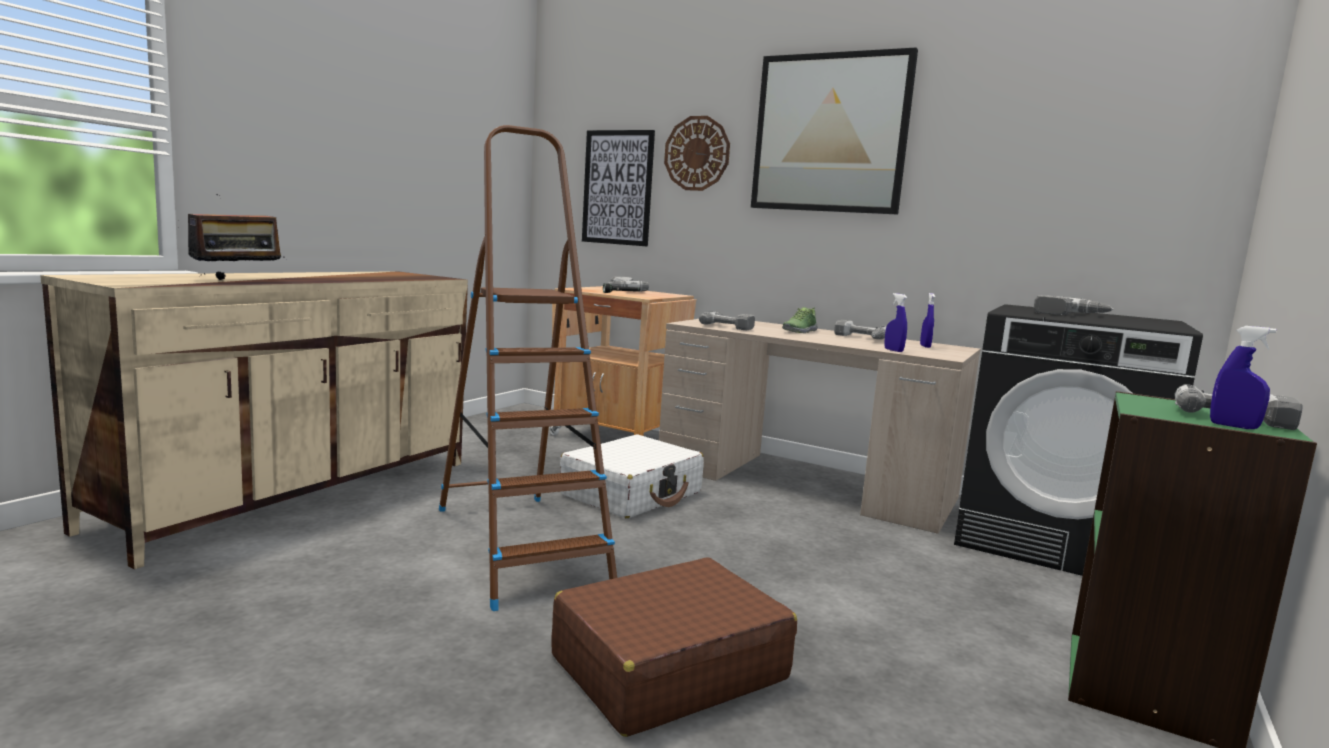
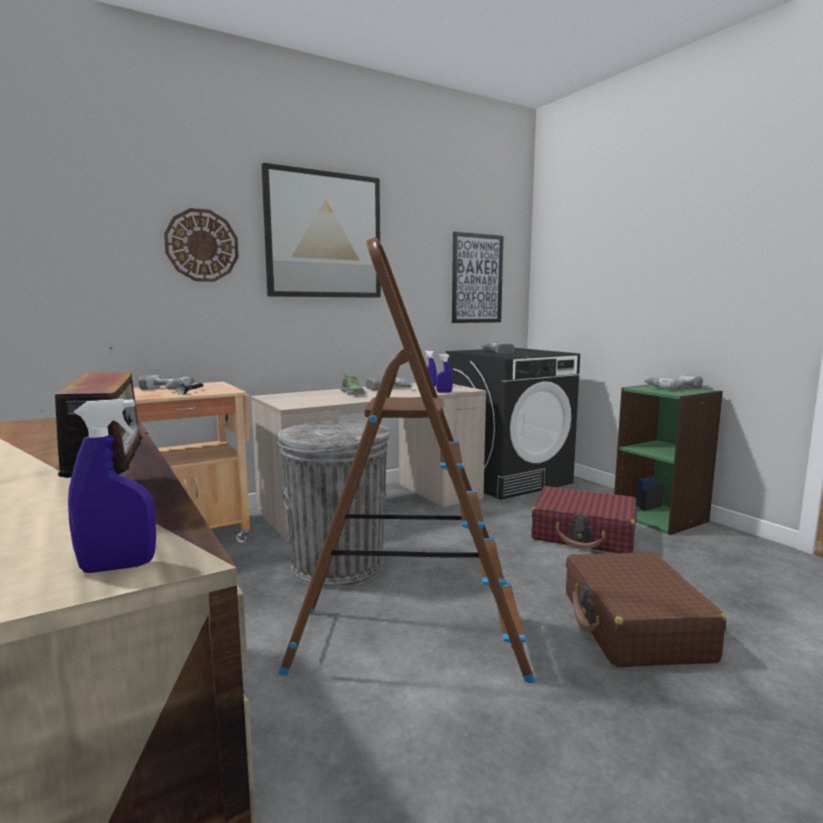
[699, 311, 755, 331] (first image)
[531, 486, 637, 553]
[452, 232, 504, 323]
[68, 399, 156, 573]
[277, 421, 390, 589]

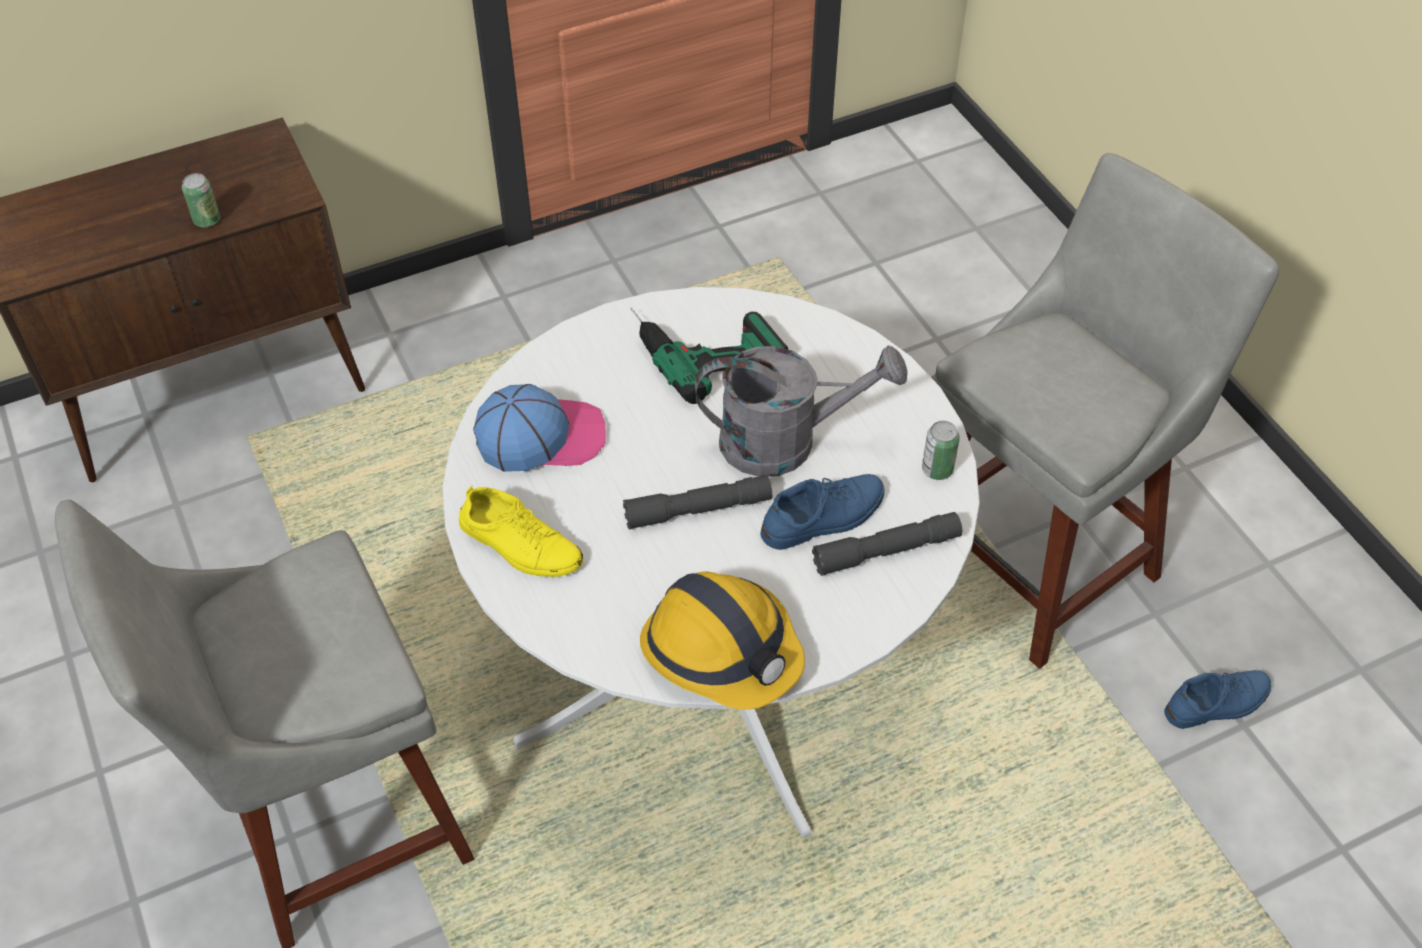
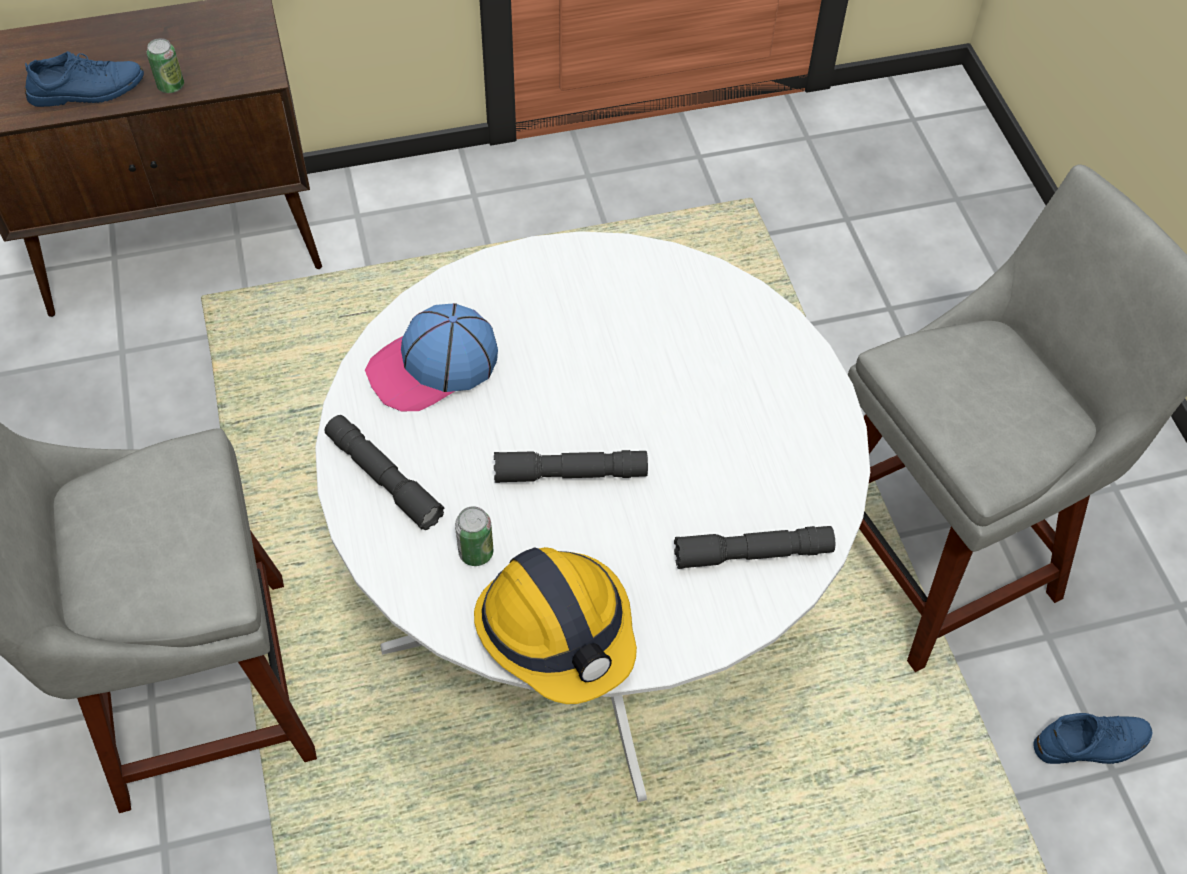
[630, 308, 788, 404] (first image)
[695, 346, 907, 477] (first image)
[25, 51, 144, 107]
[455, 506, 493, 566]
[325, 415, 445, 530]
[365, 303, 498, 411]

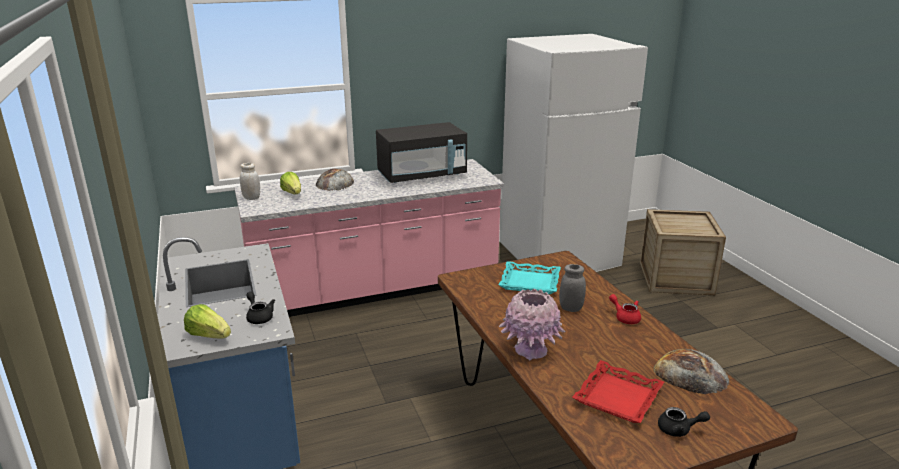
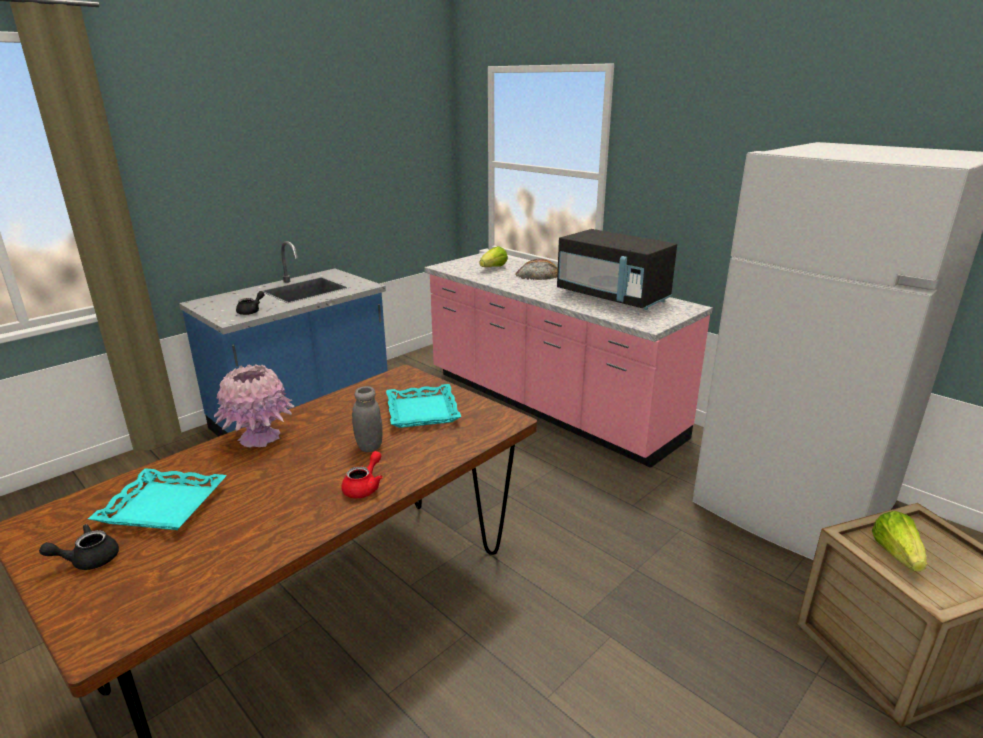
[240, 163, 260, 200] (first image)
[653, 349, 729, 394] (first image)
[872, 511, 927, 572]
[88, 468, 227, 530]
[39, 524, 119, 570]

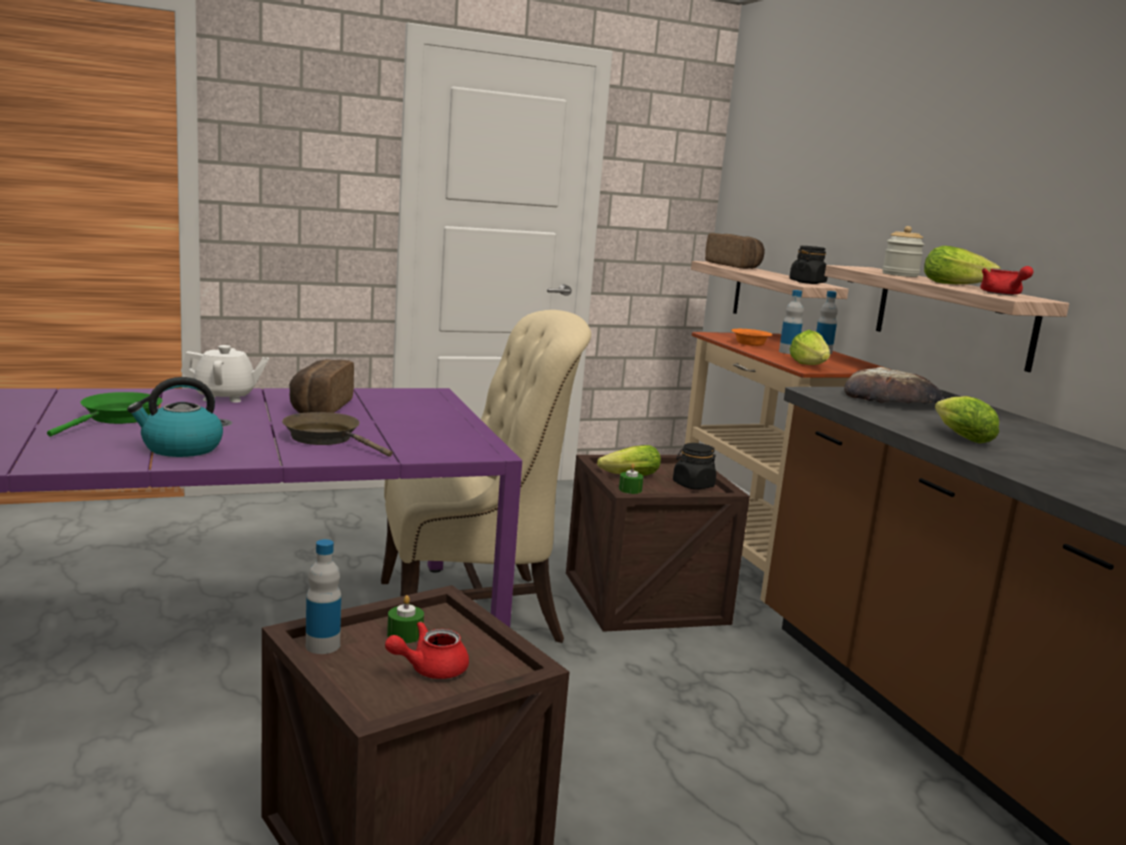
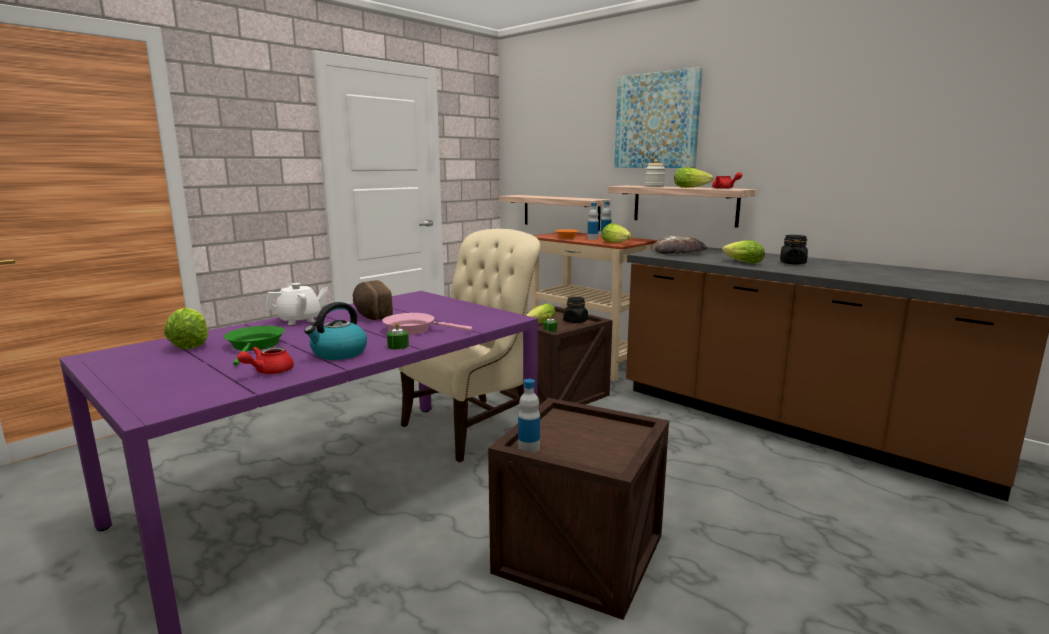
[705, 233, 765, 269] (first image)
[164, 308, 209, 349]
[614, 67, 703, 168]
[237, 347, 294, 374]
[387, 322, 409, 350]
[780, 235, 808, 264]
[382, 313, 472, 335]

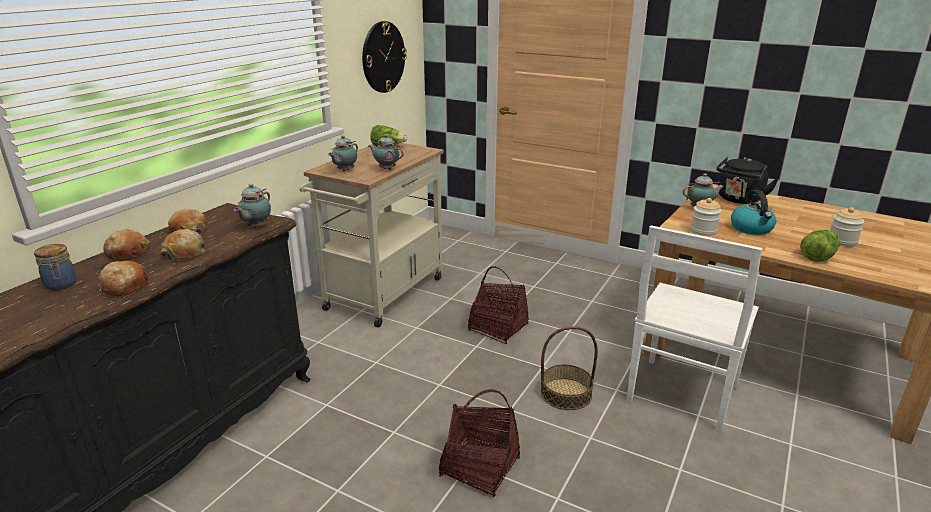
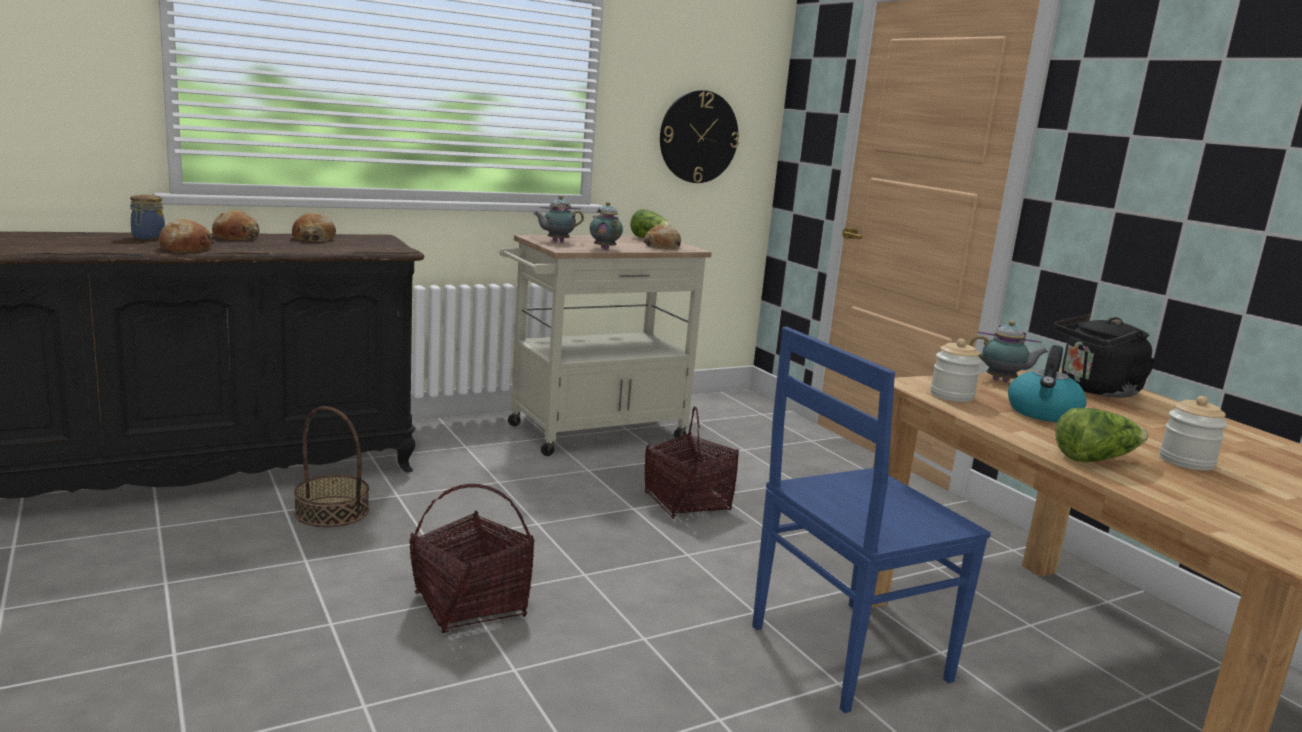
[234, 184, 271, 228] (first image)
[643, 225, 681, 249]
[294, 406, 369, 527]
[752, 326, 991, 713]

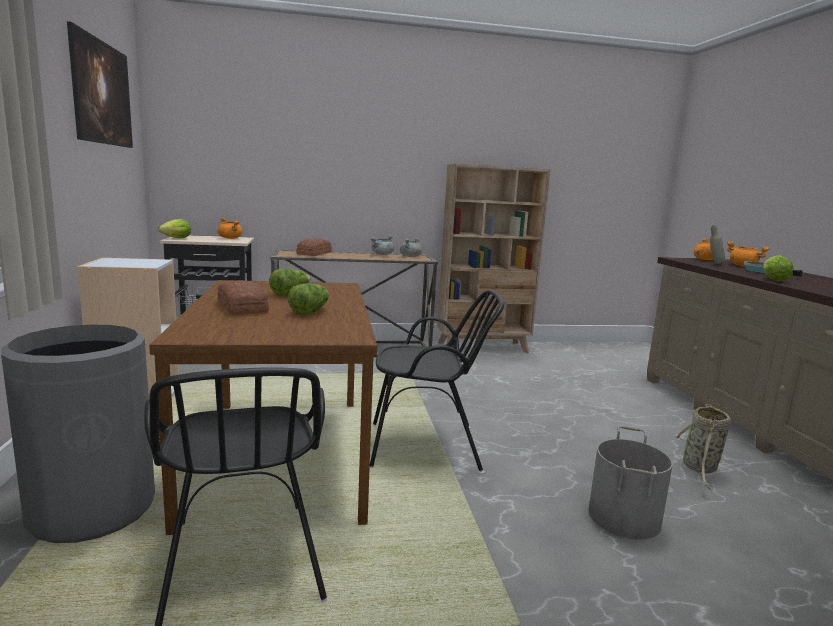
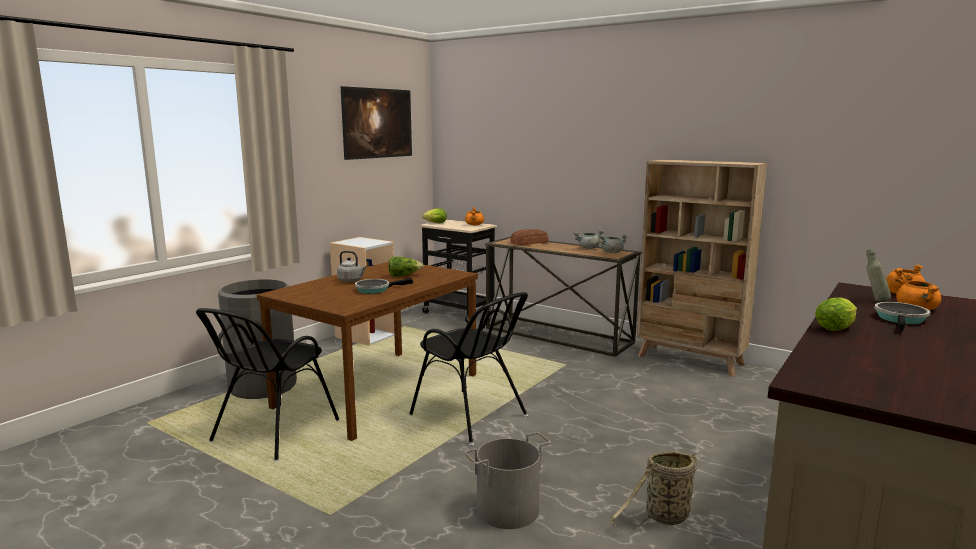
[337, 251, 367, 282]
[355, 278, 413, 294]

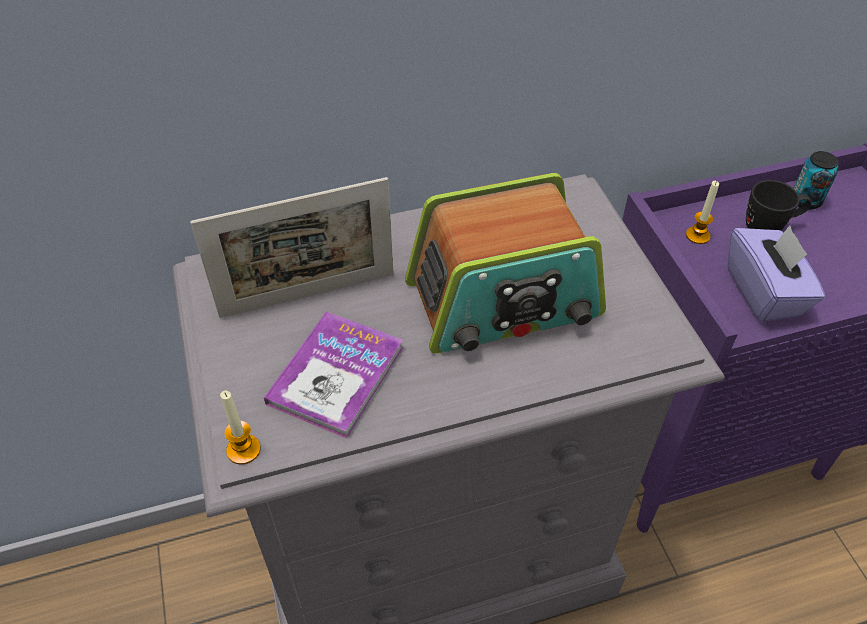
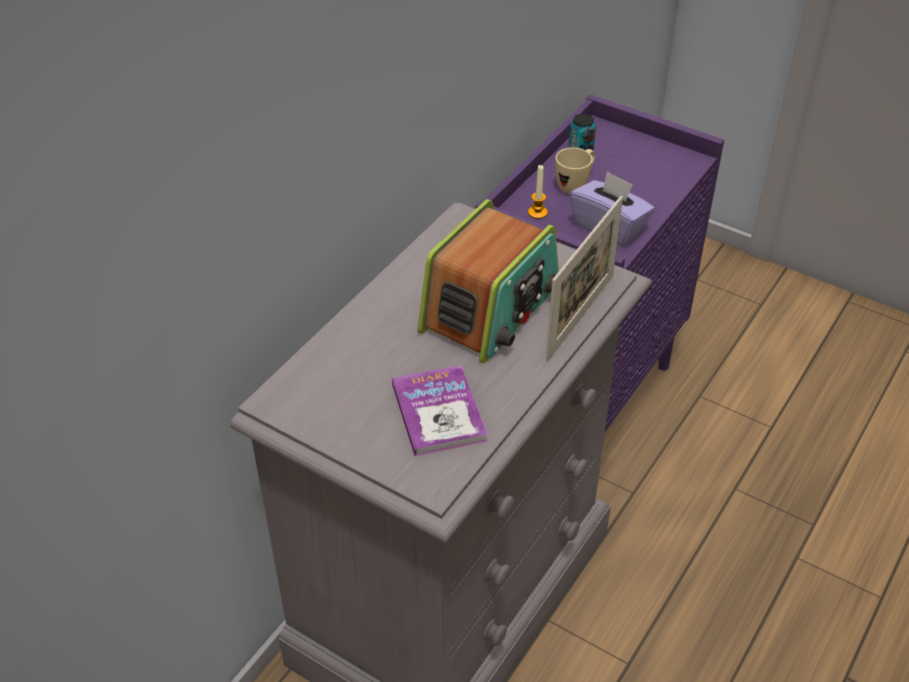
[220, 391, 261, 465] (first image)
[546, 196, 623, 361]
[555, 147, 595, 193]

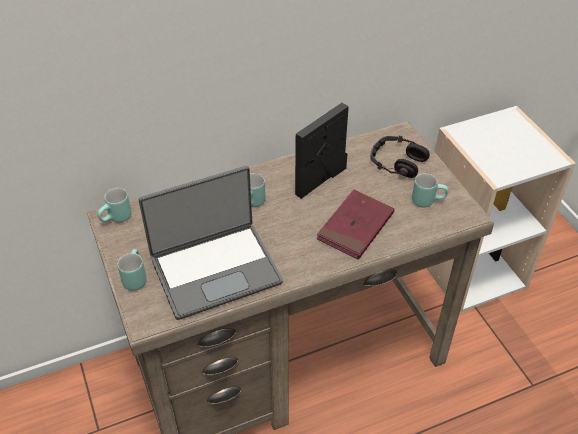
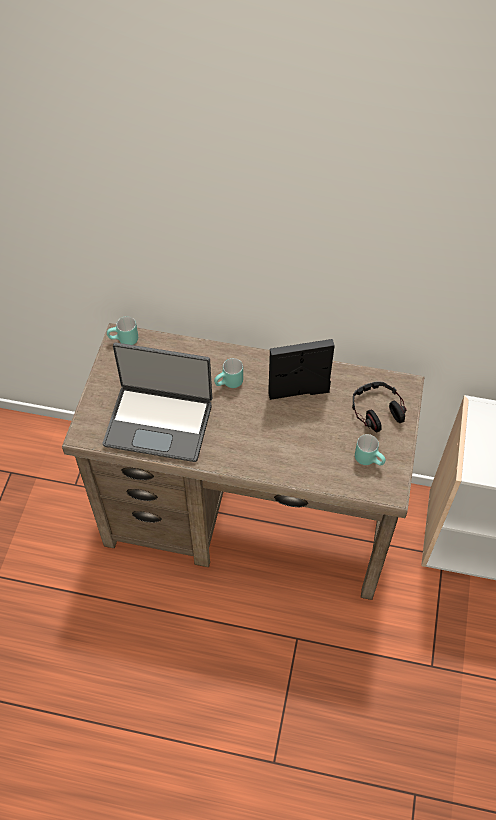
[118, 249, 147, 291] (first image)
[317, 190, 395, 260] (first image)

